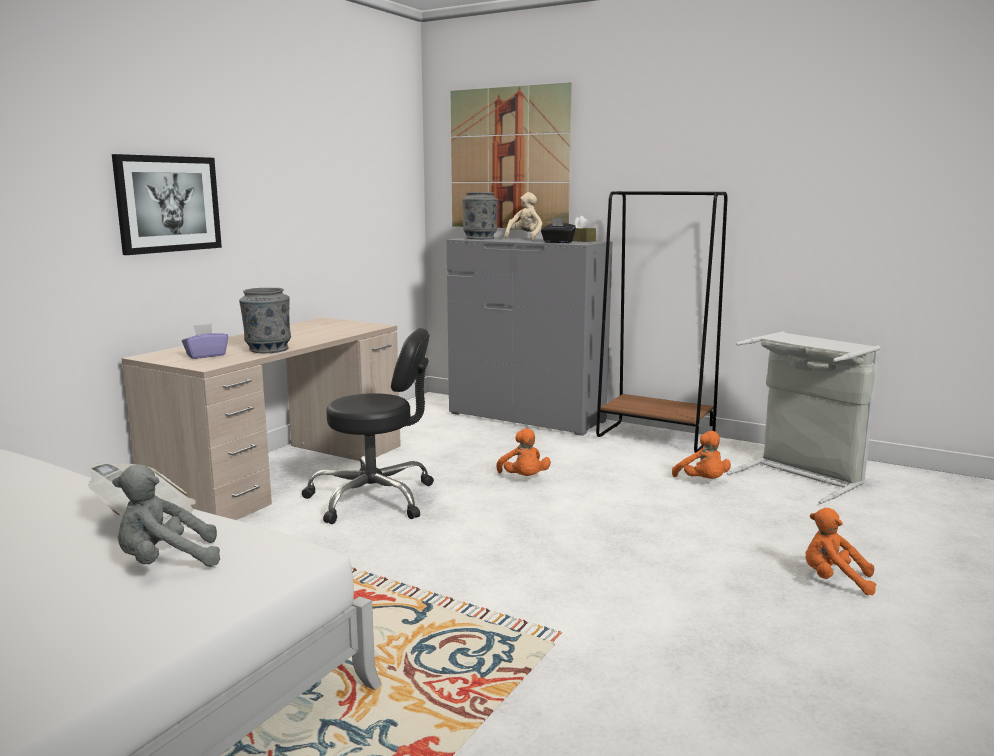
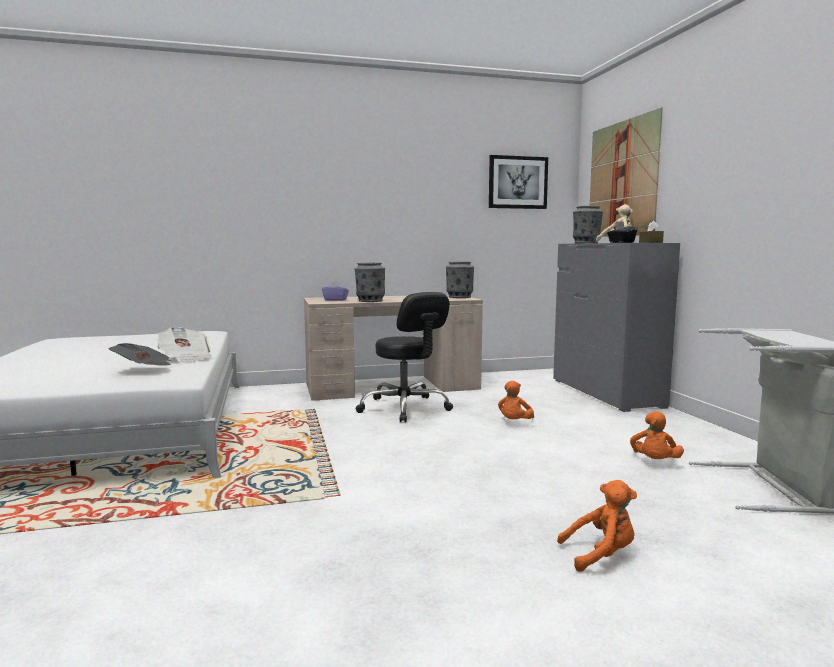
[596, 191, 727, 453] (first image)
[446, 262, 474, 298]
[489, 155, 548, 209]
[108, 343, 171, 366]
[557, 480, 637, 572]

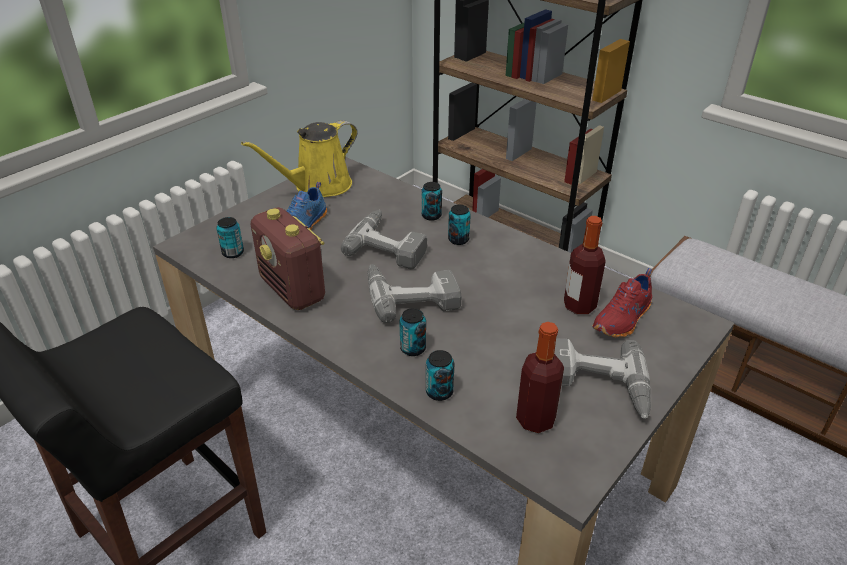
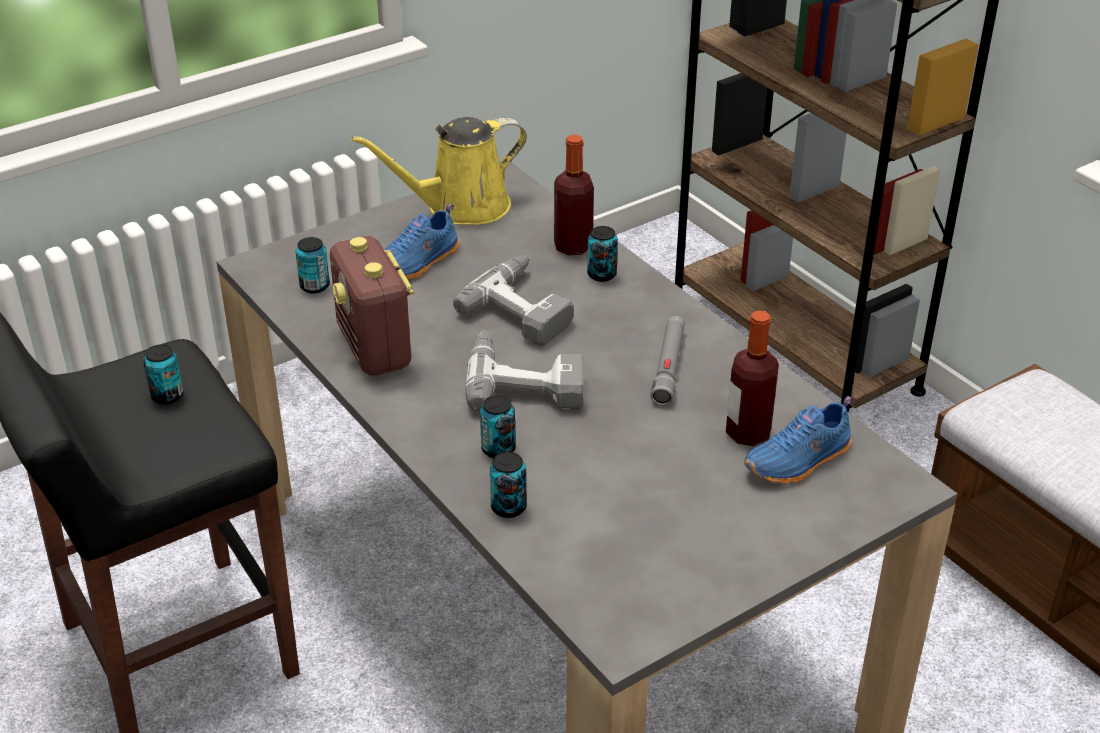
[554, 338, 651, 418] (first image)
[650, 316, 685, 406]
[143, 344, 183, 405]
[554, 135, 594, 255]
[744, 396, 853, 484]

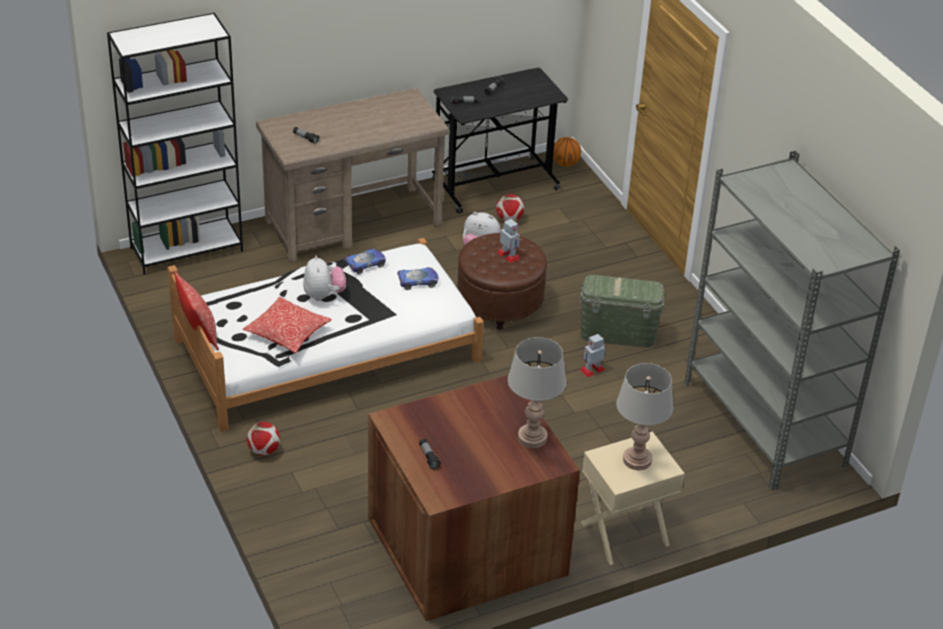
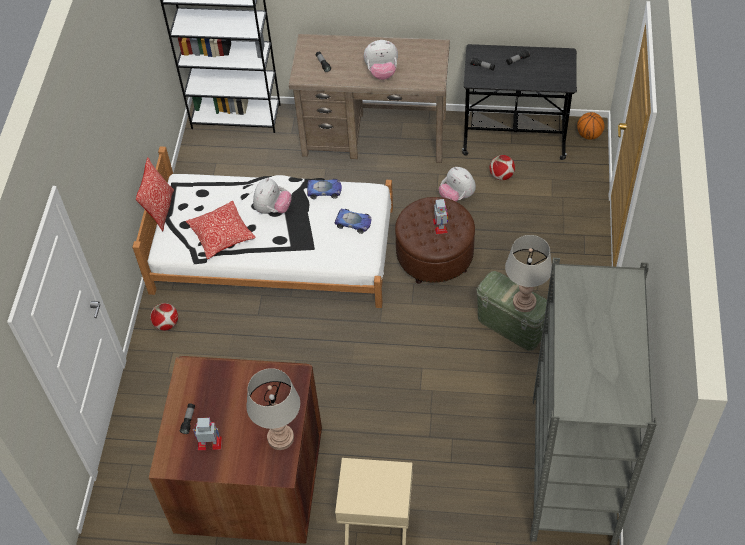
[364, 40, 398, 80]
[193, 418, 222, 450]
[505, 235, 552, 312]

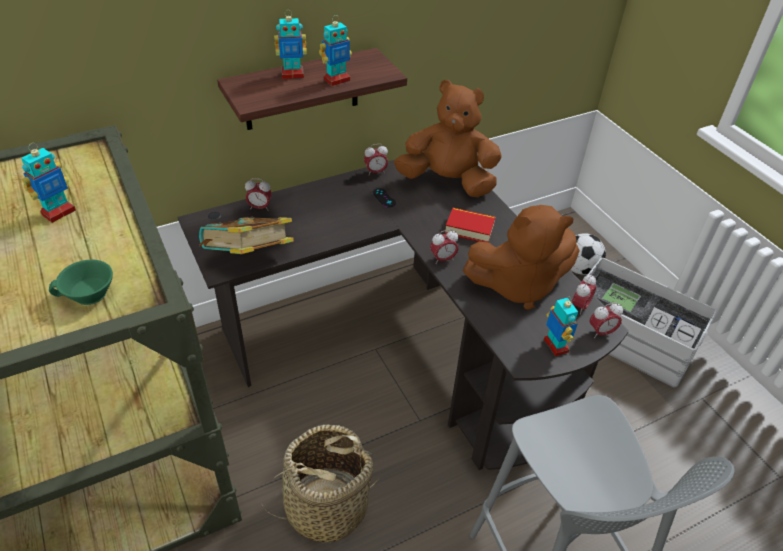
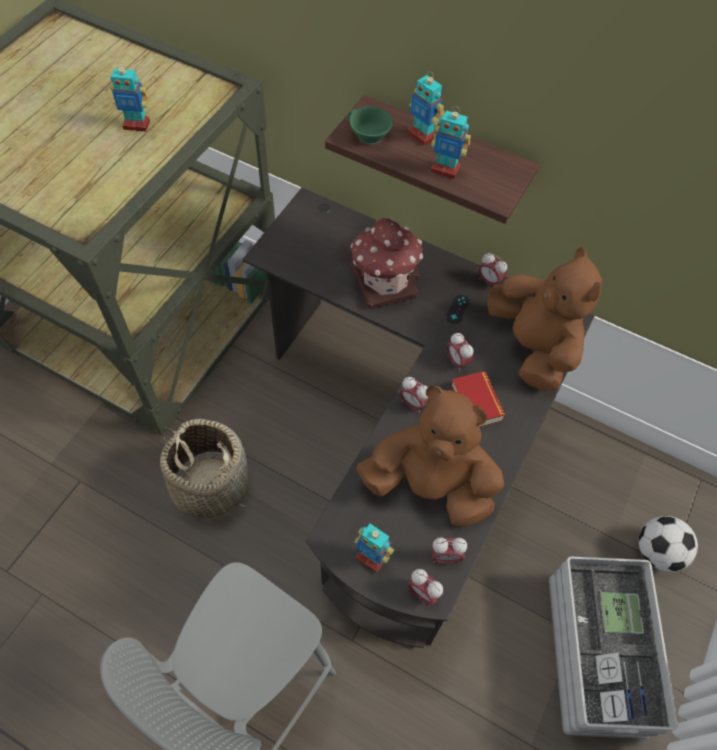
[199, 216, 294, 254] (first image)
[350, 218, 423, 309]
[348, 106, 393, 144]
[446, 333, 474, 372]
[356, 386, 504, 527]
[355, 523, 394, 573]

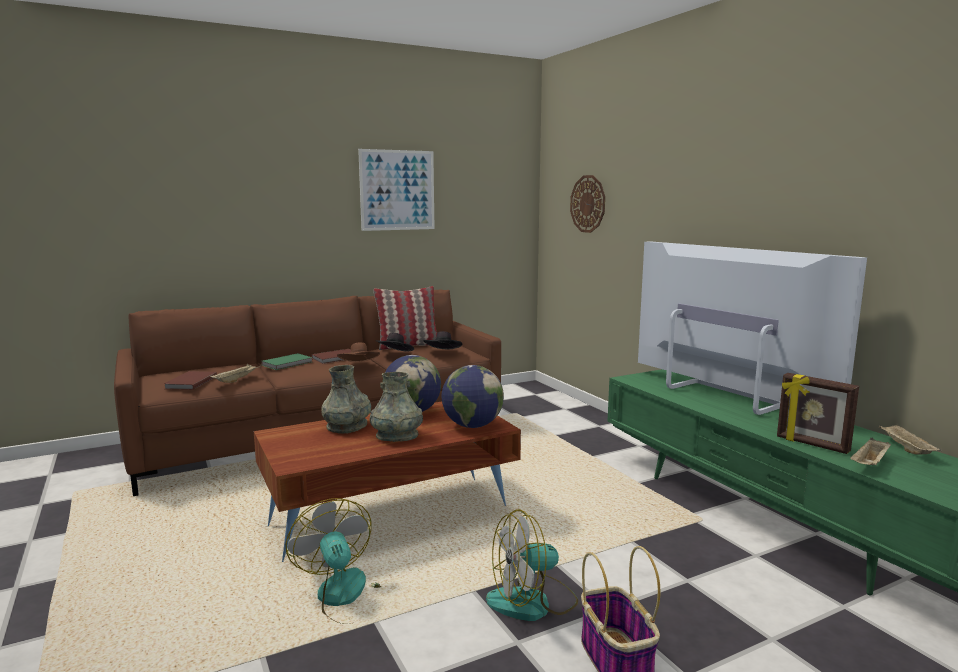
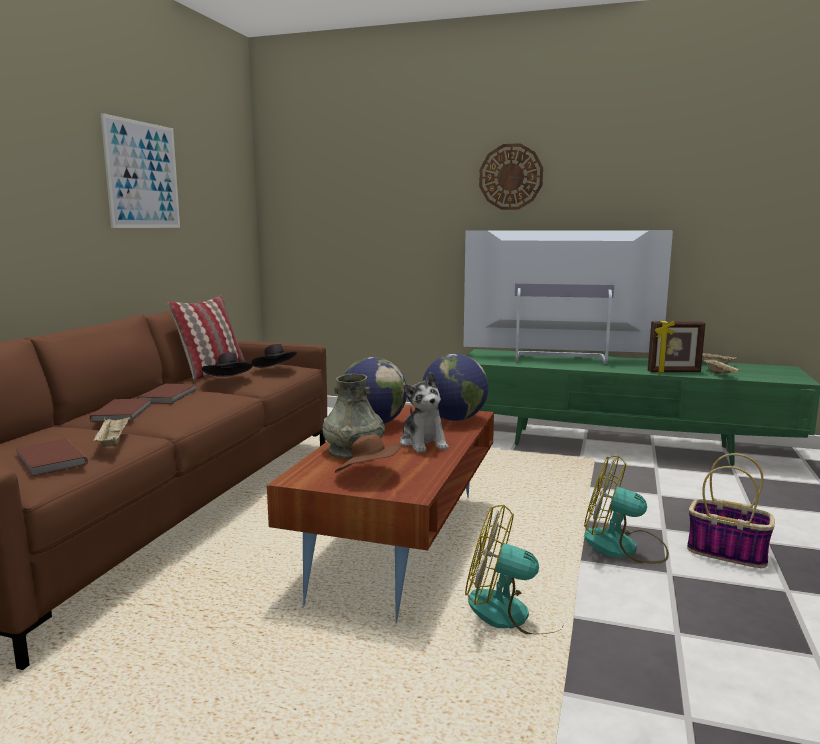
[335, 434, 401, 473]
[479, 143, 543, 210]
[400, 372, 449, 453]
[90, 399, 151, 422]
[584, 455, 669, 563]

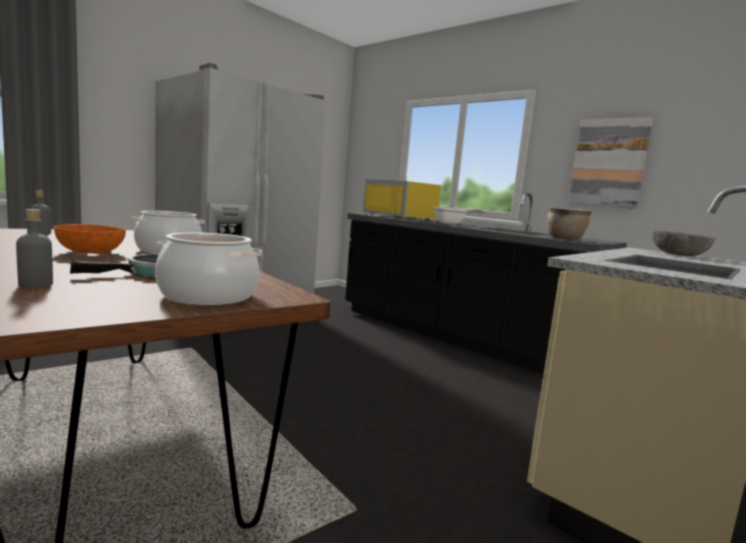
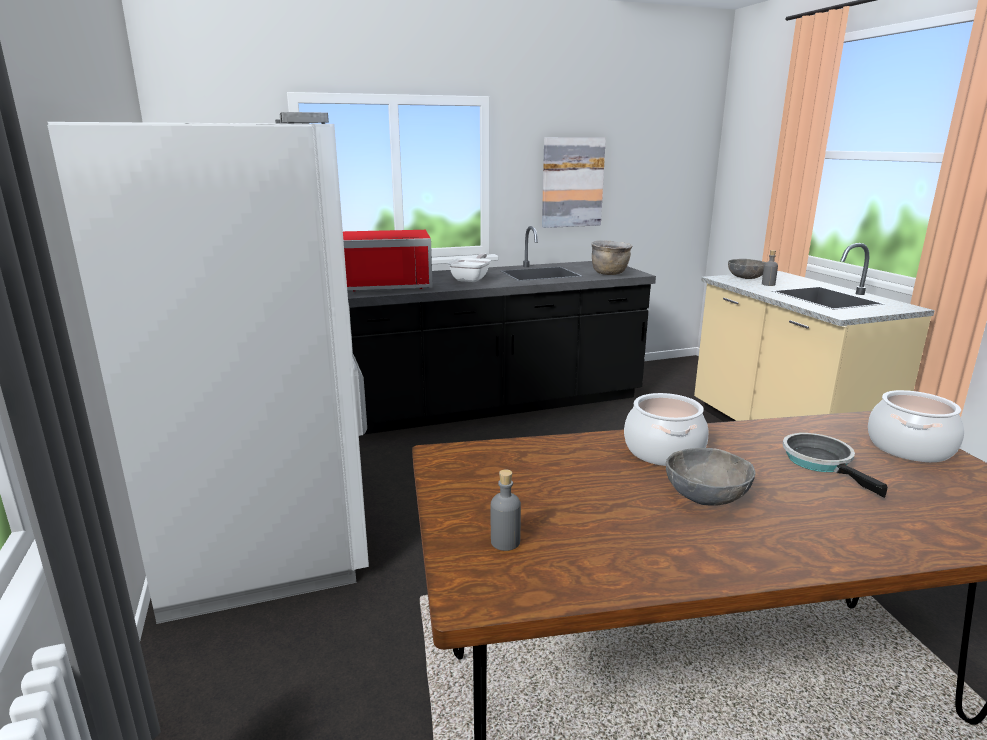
[762, 250, 778, 286]
[666, 448, 755, 506]
[343, 230, 433, 292]

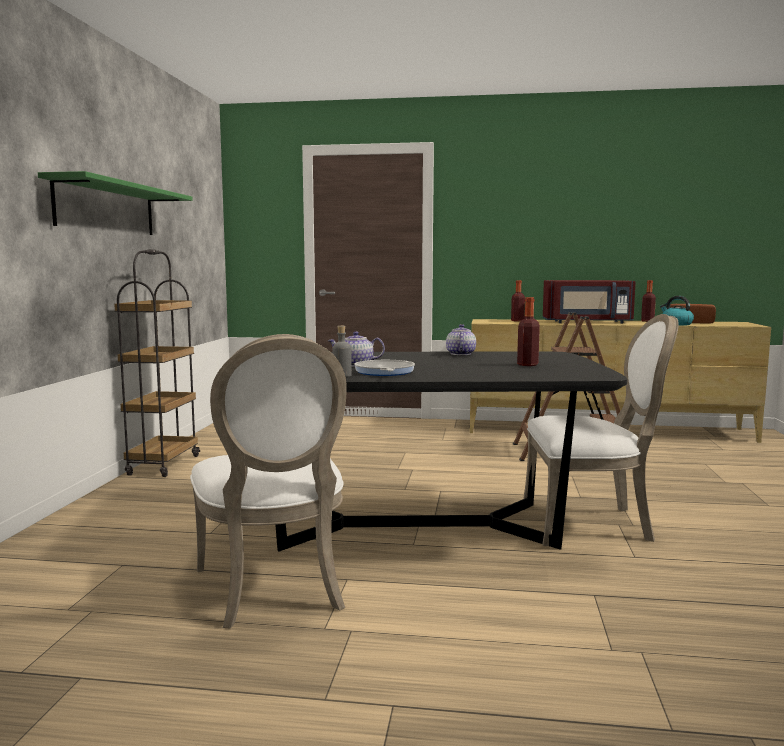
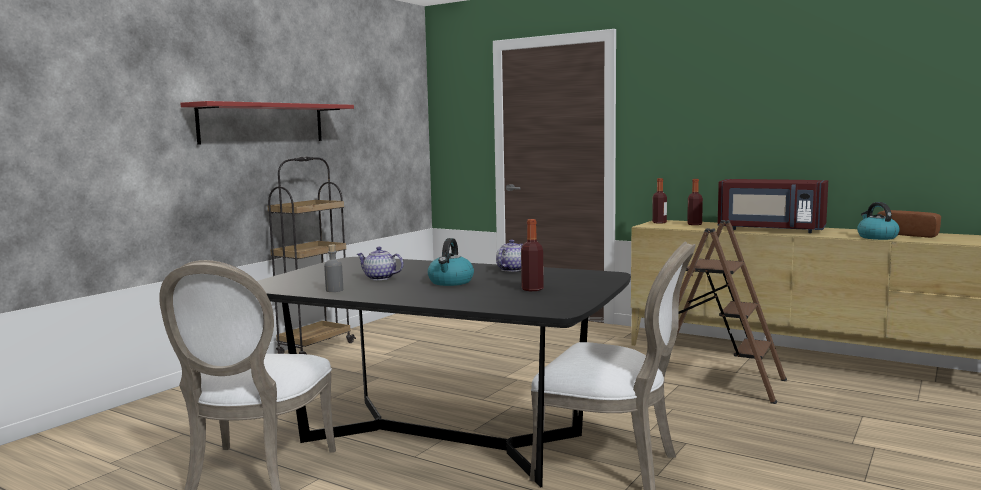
[354, 360, 415, 376] (first image)
[427, 238, 474, 286]
[652, 178, 667, 224]
[180, 101, 354, 145]

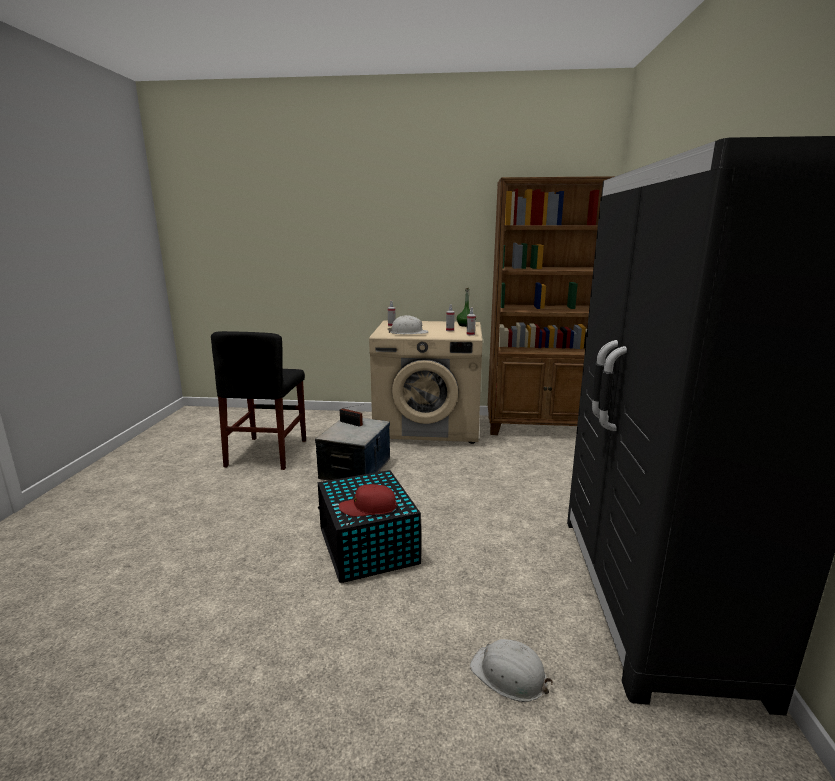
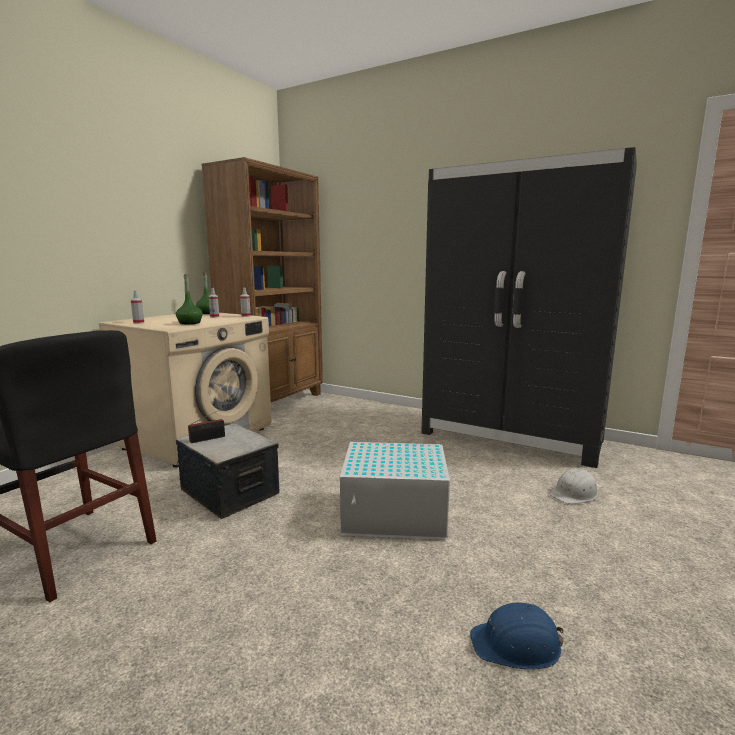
[339, 484, 397, 517] (first image)
[470, 602, 564, 670]
[176, 274, 203, 324]
[340, 442, 450, 540]

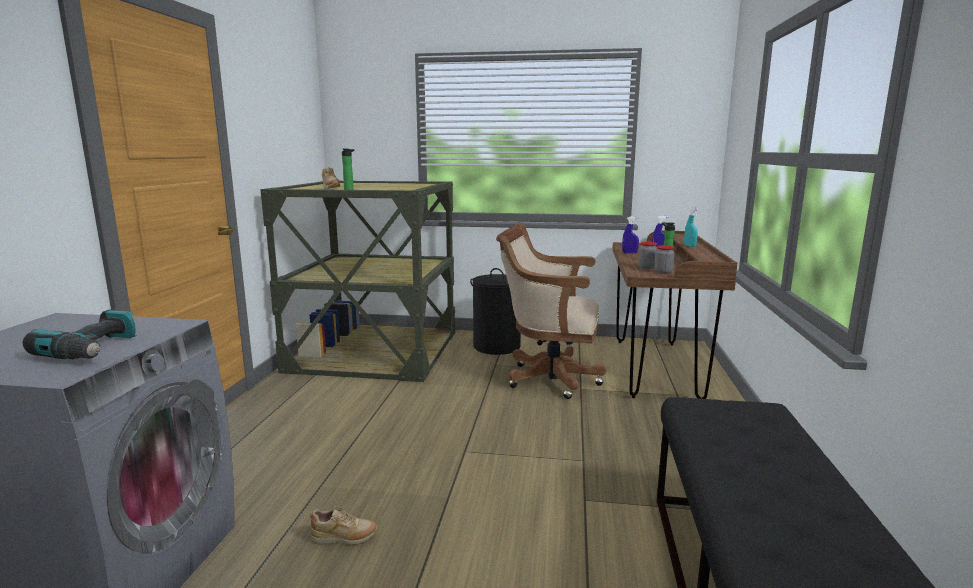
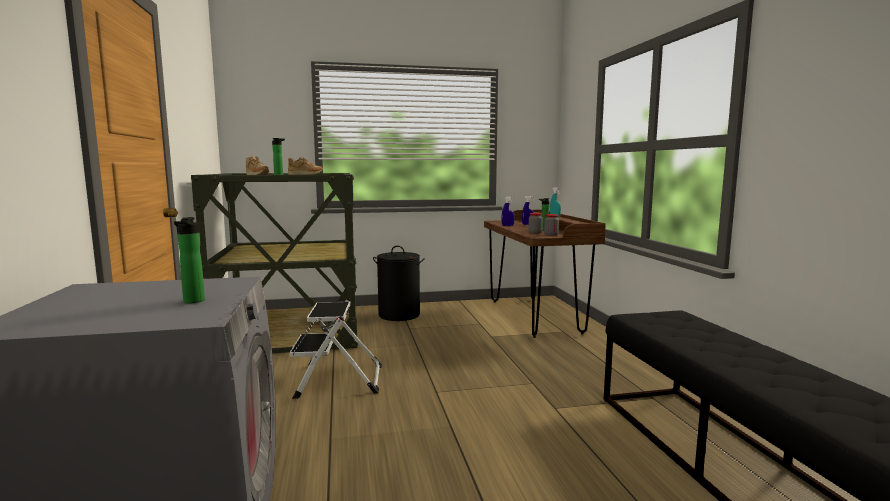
[496, 223, 606, 399] (first image)
[290, 298, 382, 399]
[288, 157, 323, 175]
[174, 217, 205, 303]

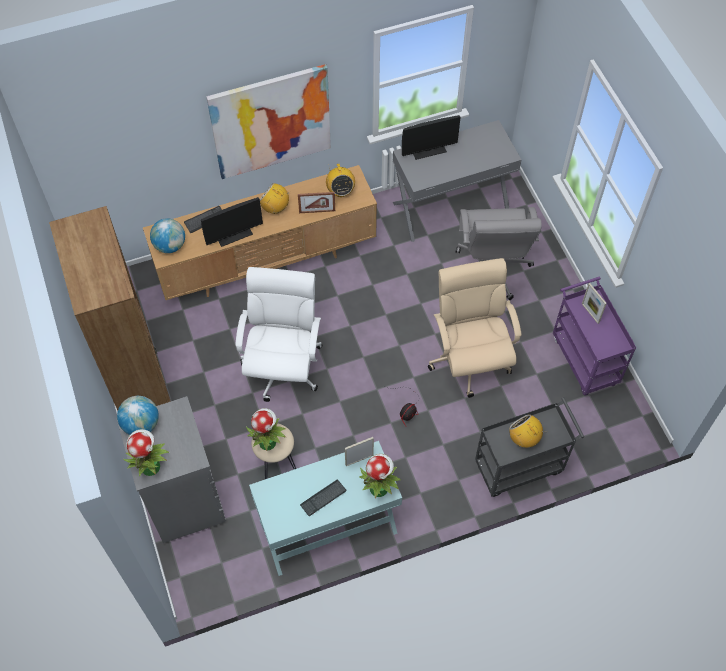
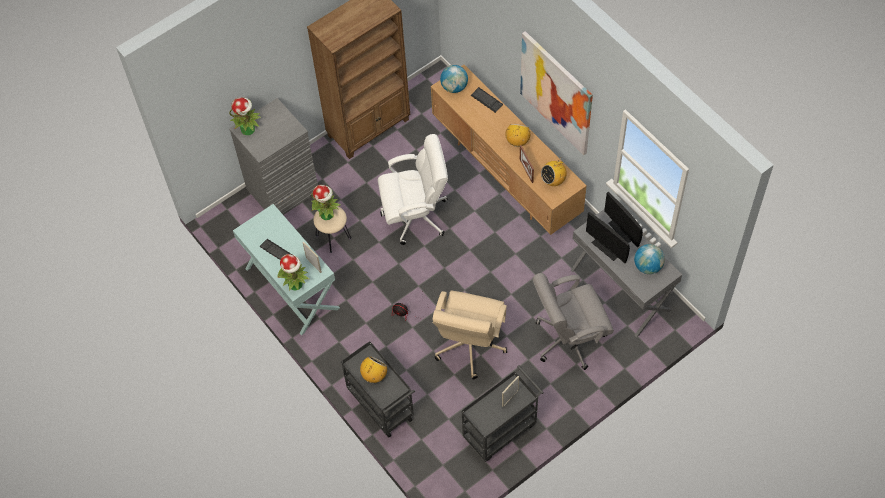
[634, 244, 665, 274]
[586, 212, 630, 263]
[462, 365, 544, 462]
[433, 290, 507, 379]

